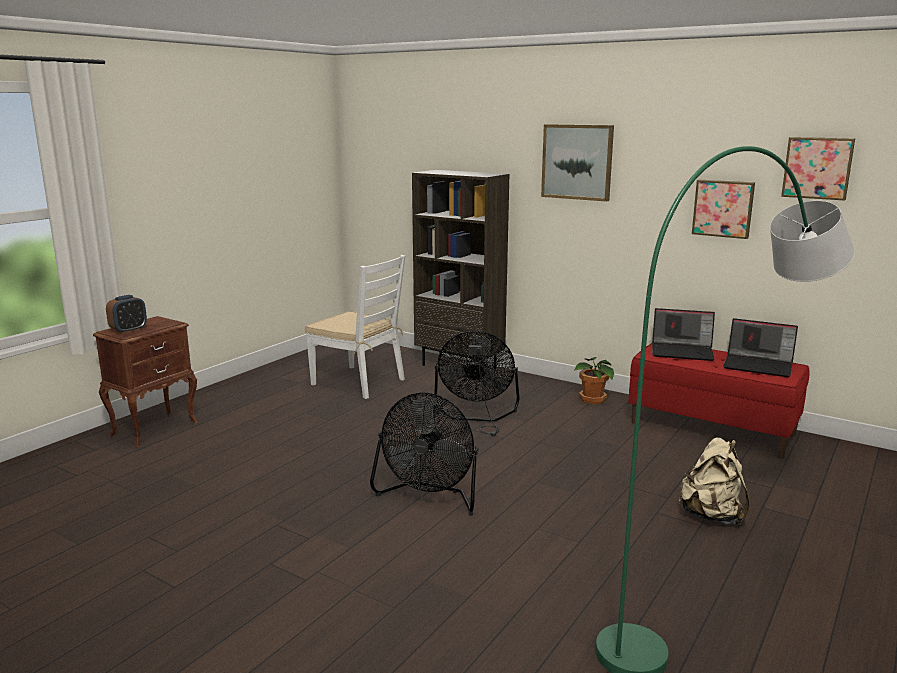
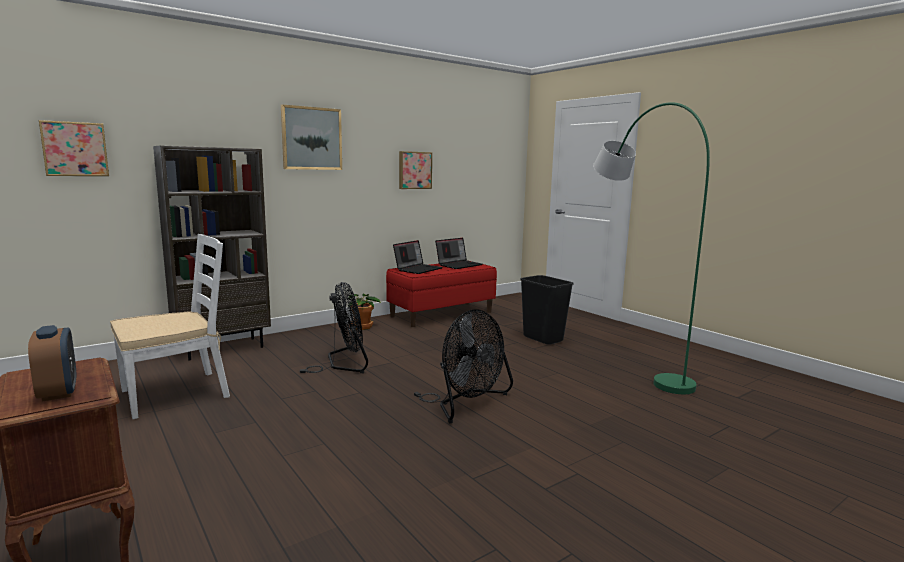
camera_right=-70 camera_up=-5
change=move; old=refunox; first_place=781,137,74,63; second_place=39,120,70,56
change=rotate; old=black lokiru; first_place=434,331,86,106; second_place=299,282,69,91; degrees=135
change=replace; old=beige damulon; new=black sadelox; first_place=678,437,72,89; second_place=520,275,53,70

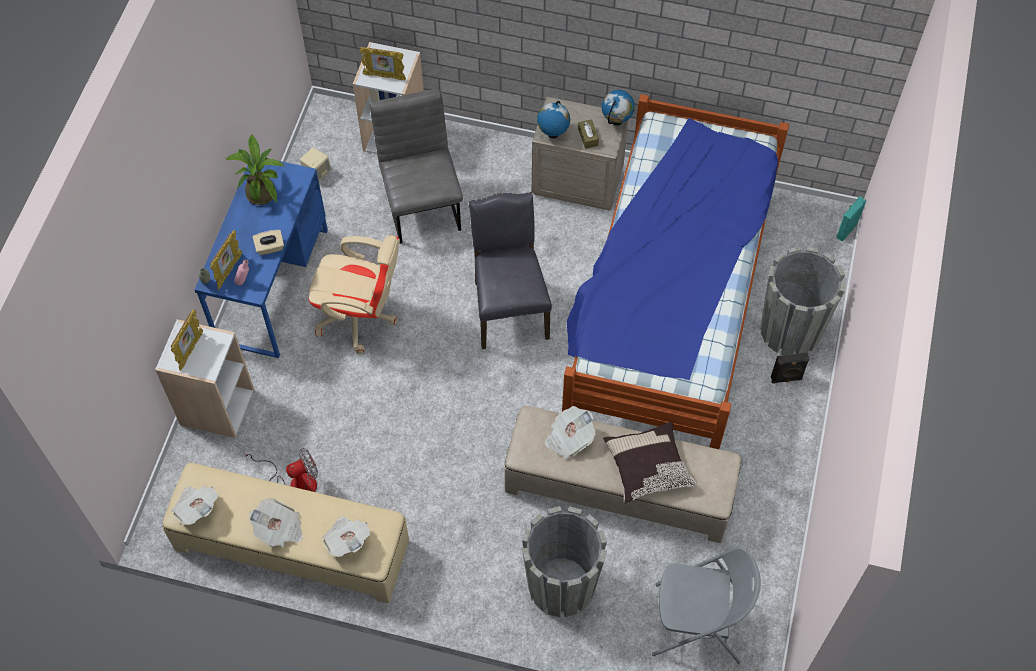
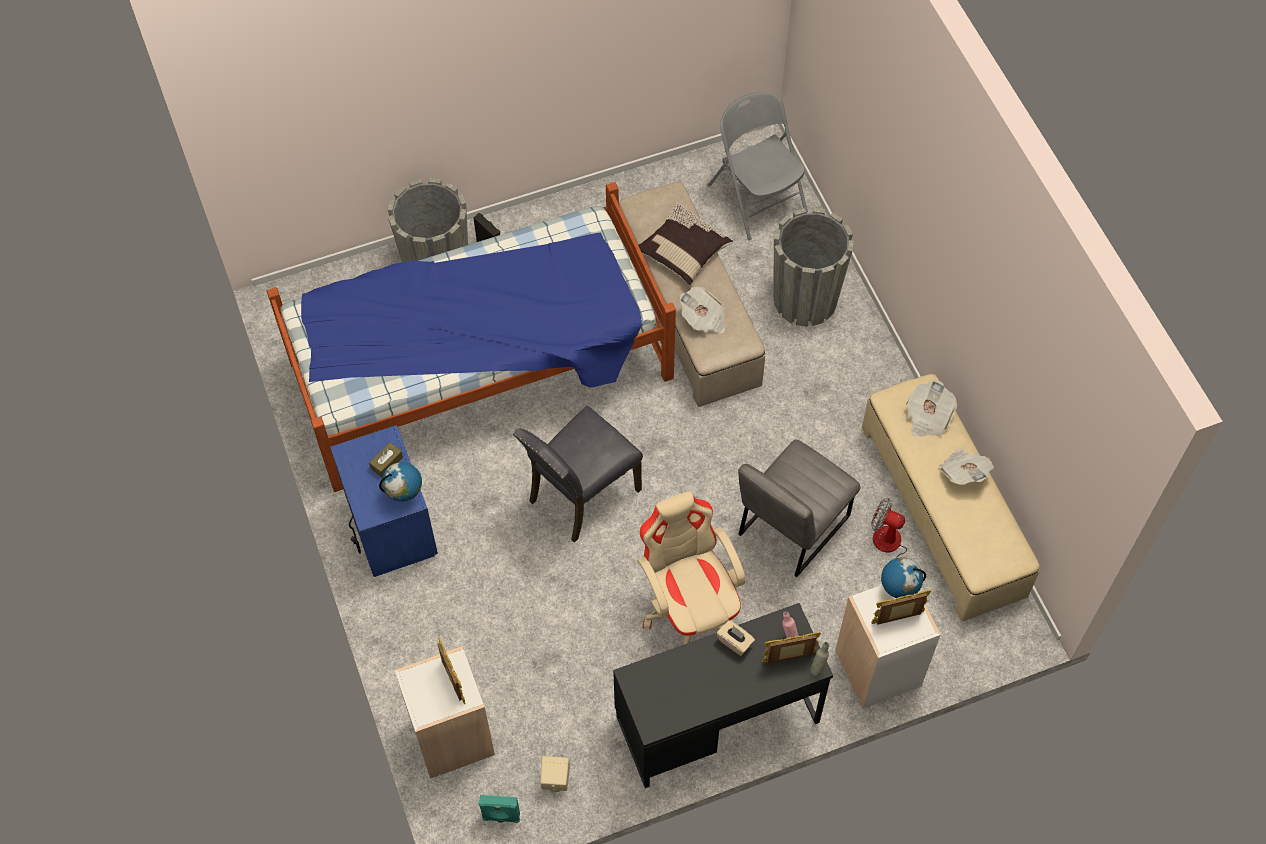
camera_right=-125 camera_up=0
change=move; old=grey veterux; first_place=370,89,93,155; second_place=738,439,123,138
change=move; old=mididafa; first_place=601,90,34,36; second_place=881,557,45,41
change=recolor; old=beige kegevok; new=blue kegevok; first_place=532,96,96,115; second_place=330,425,108,152
change=delete; old=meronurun; first_place=226,134,59,71
change=recolor; old=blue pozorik; new=black pozorik; first_place=194,157,134,201; second_place=613,603,220,185
change=move; old=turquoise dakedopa; first_place=836,196,30,46; second_place=478,795,42,28
change=delete; old=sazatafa; first_place=171,486,47,39

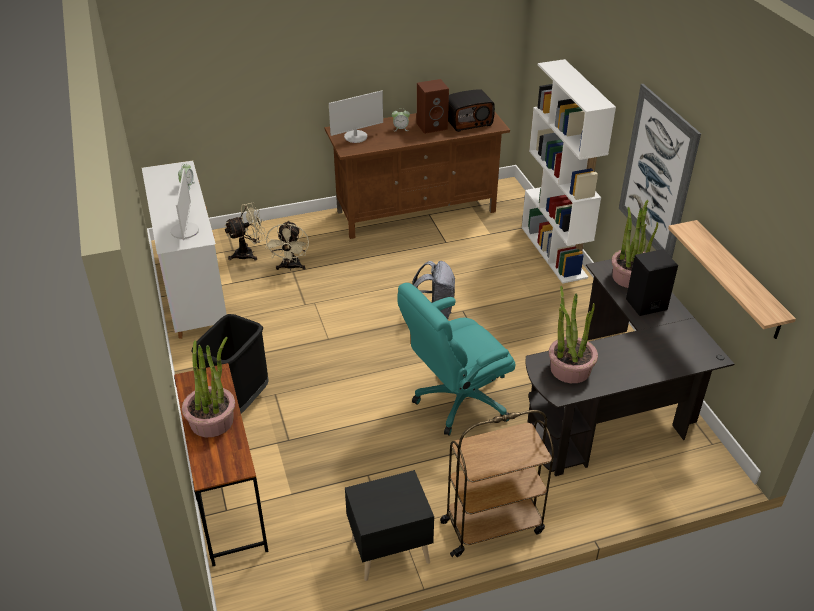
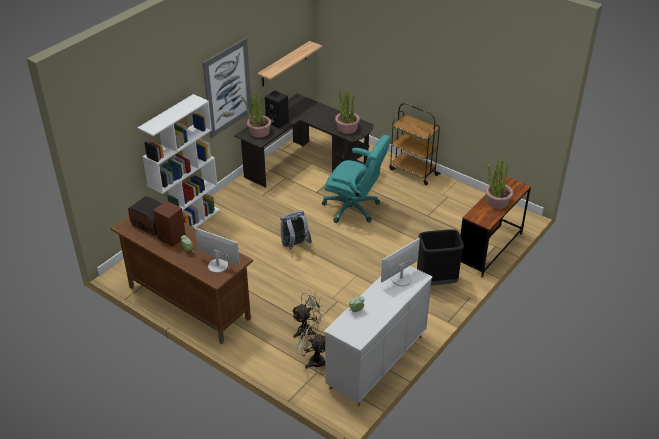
camera_right=-125 camera_up=0
change=delete; old=black kegevok; first_place=345,470,89,111

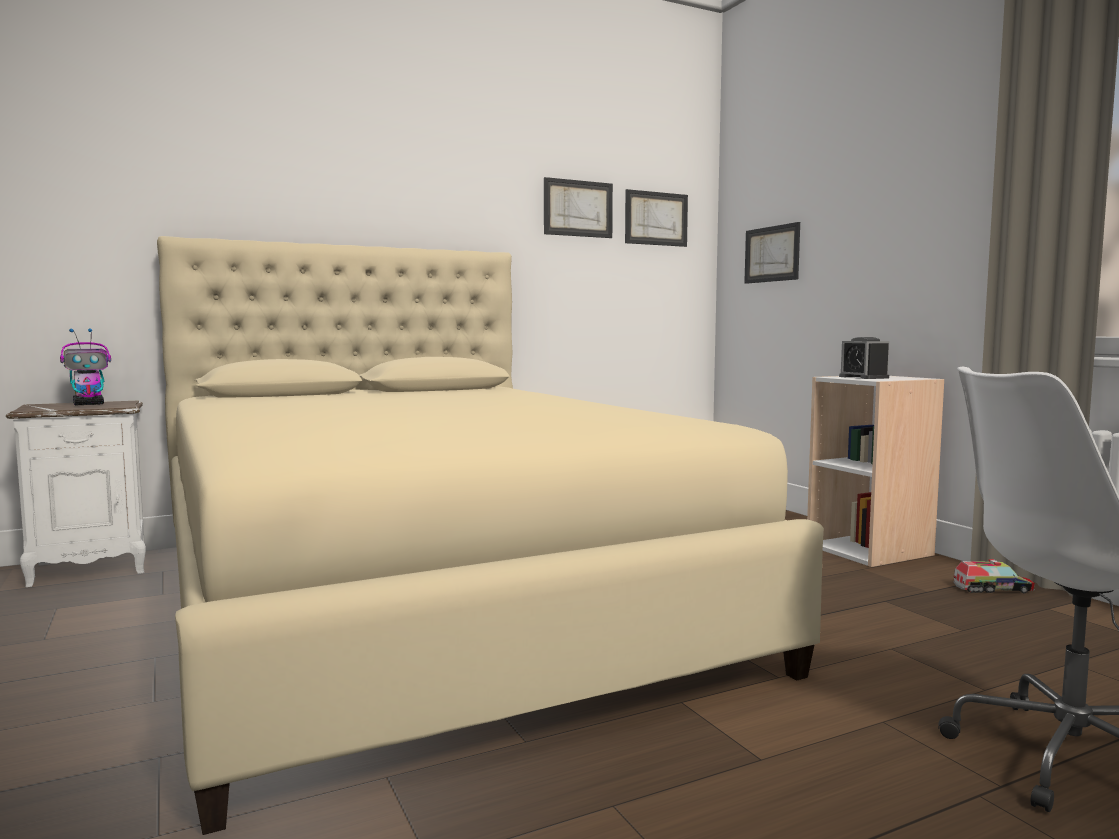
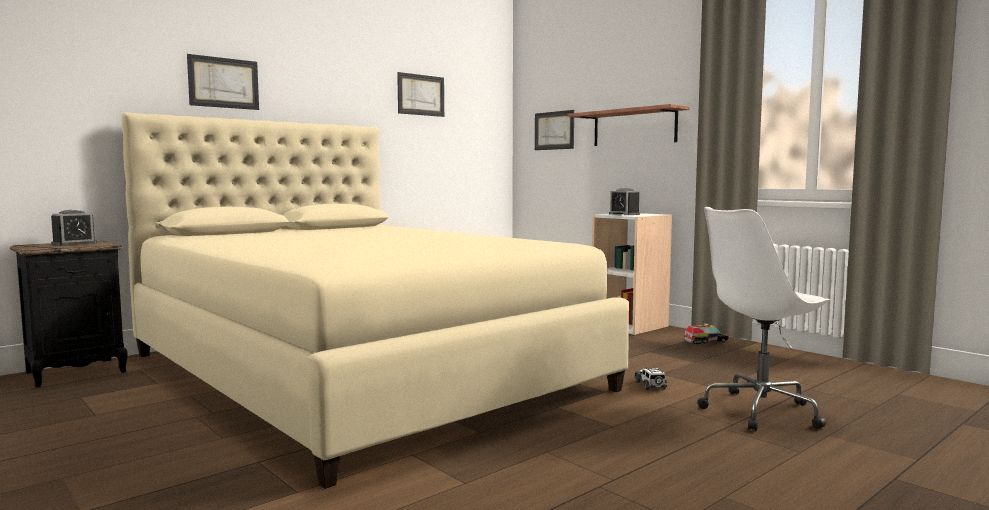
camera_right=-15 camera_up=0
change=move; old=refunox; first_place=625,189,63,58; second_place=187,54,72,56
change=replace; old=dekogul; new=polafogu; first_place=60,328,51,77; second_place=51,210,46,36
change=recolor; old=white kegevok; new=black kegevok; first_place=6,400,140,187; second_place=10,240,118,148
change=insert; new=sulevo; second_place=567,104,123,42
change=insert; new=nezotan; second_place=635,367,32,23

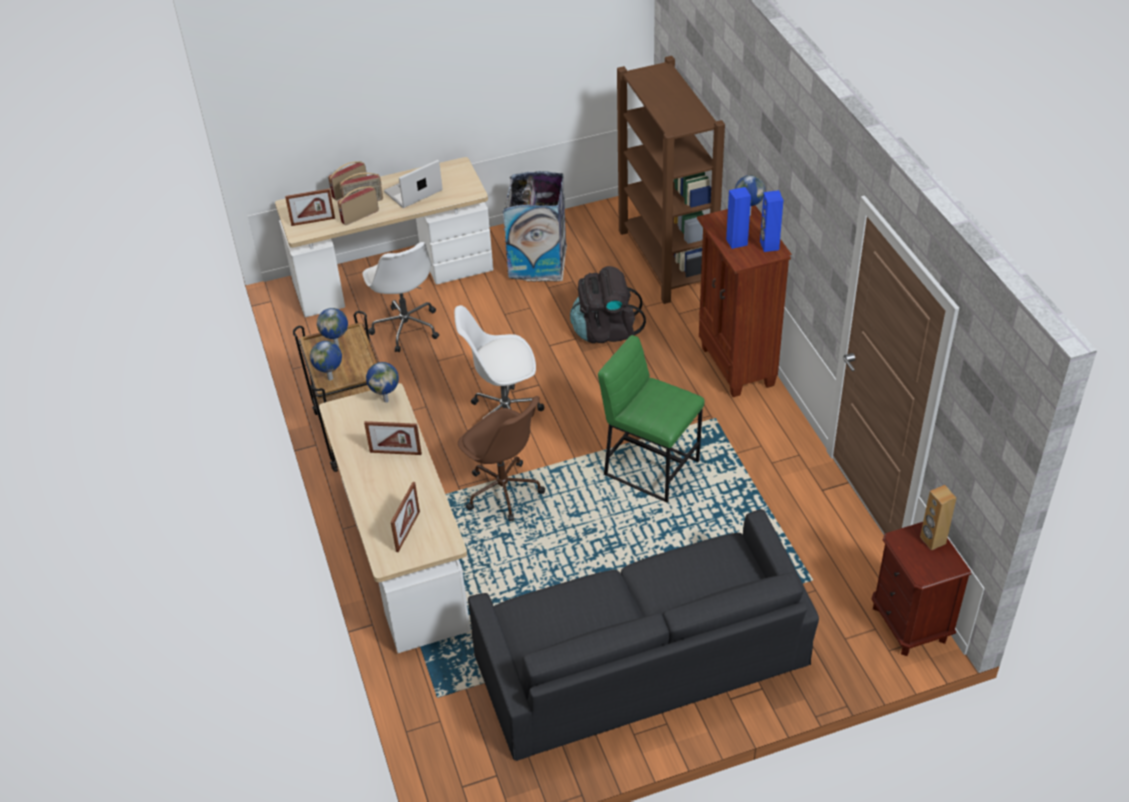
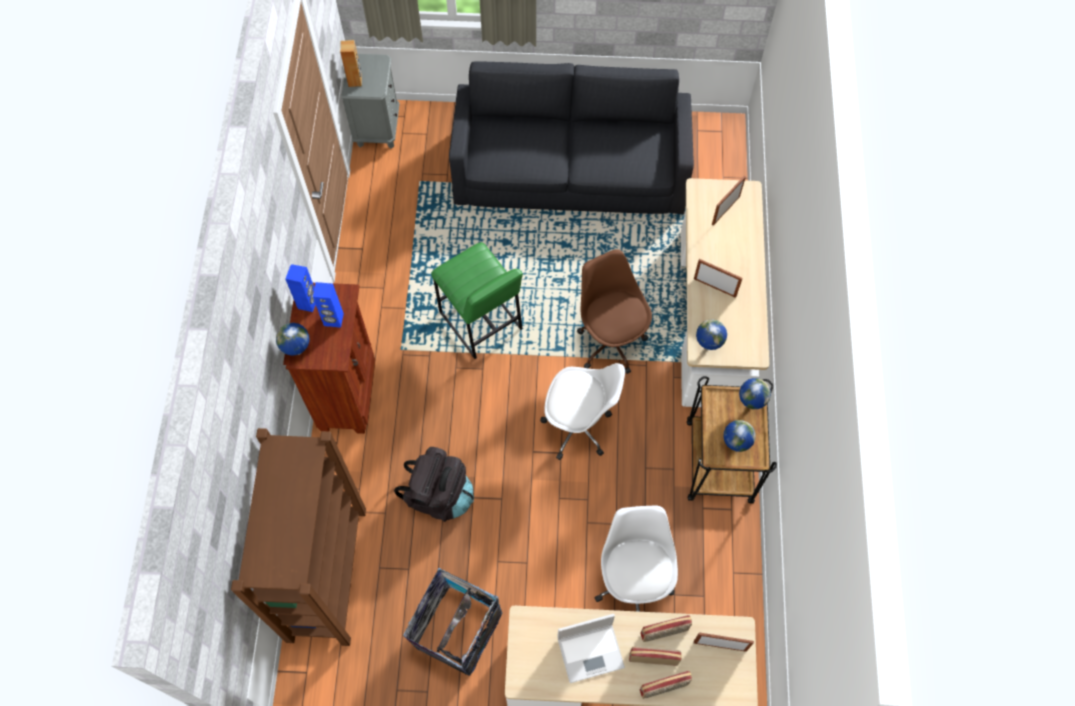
camera_right=-160 camera_up=20
change=recolor; old=brown kegevok; new=grey kegevok; first_place=871,522,100,134; second_place=342,54,57,95

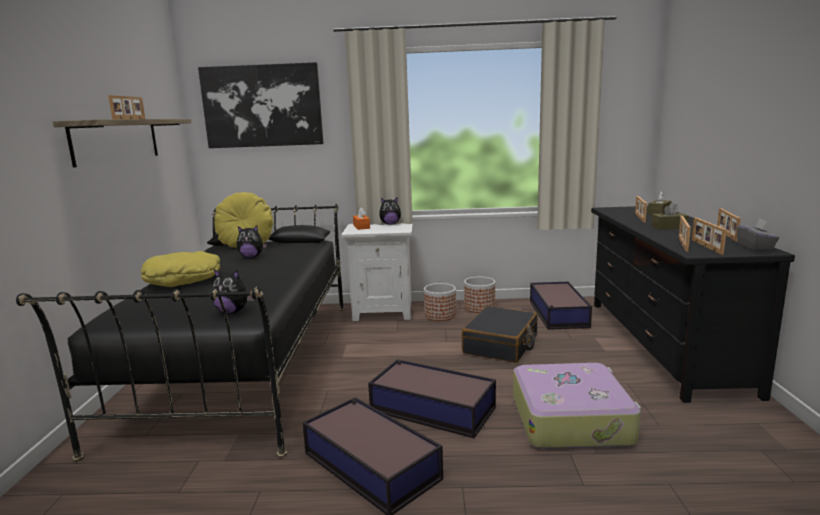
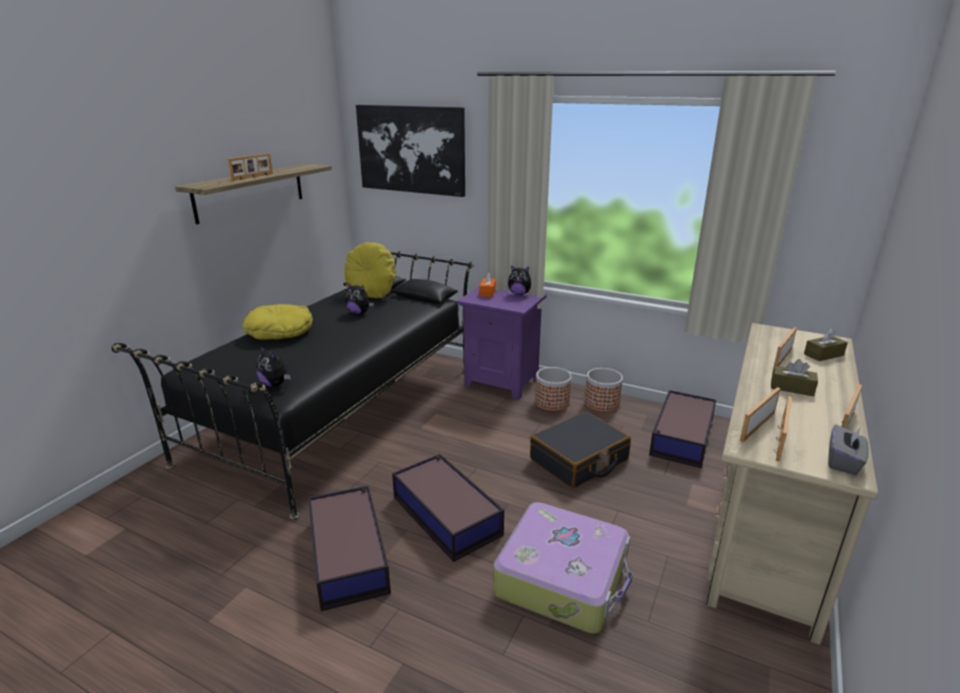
camera_right=25 camera_up=10
change=recolor; old=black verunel; new=beige verunel; first_place=591,206,204,197; second_place=706,323,172,322
change=recolor; old=white kegevok; new=purple kegevok; first_place=341,223,72,98; second_place=456,287,91,113

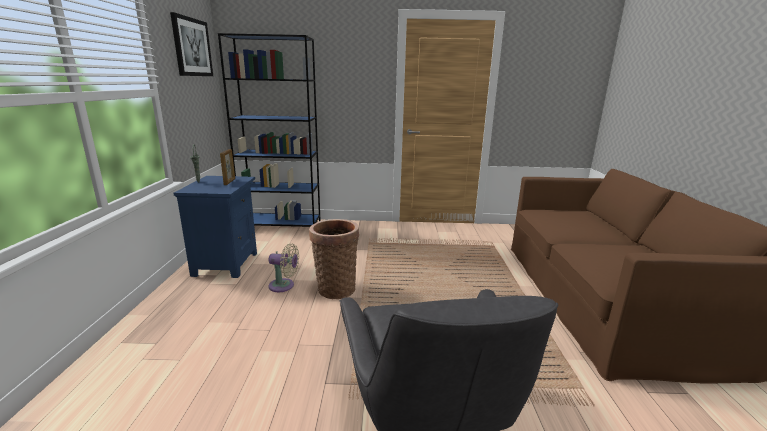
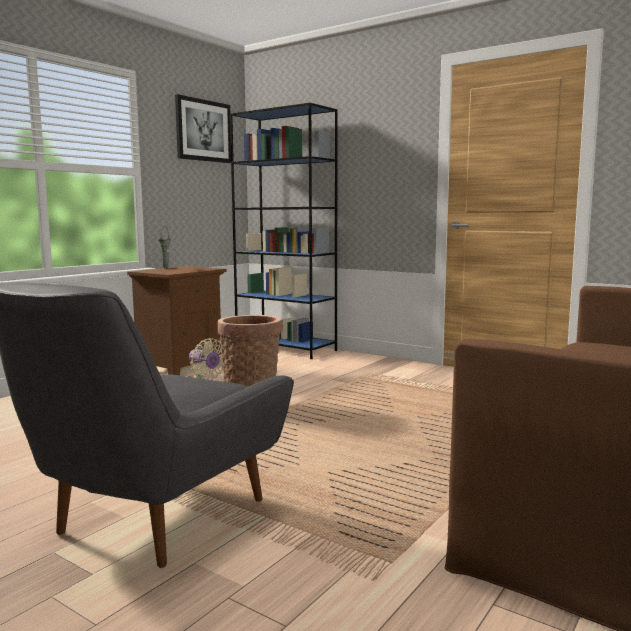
camera_right=35 camera_up=-10
change=delete; old=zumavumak; first_place=220,149,15,36
change=recolor; old=blue kegevok; new=brown kegevok; first_place=174,176,83,102; second_place=127,266,99,109

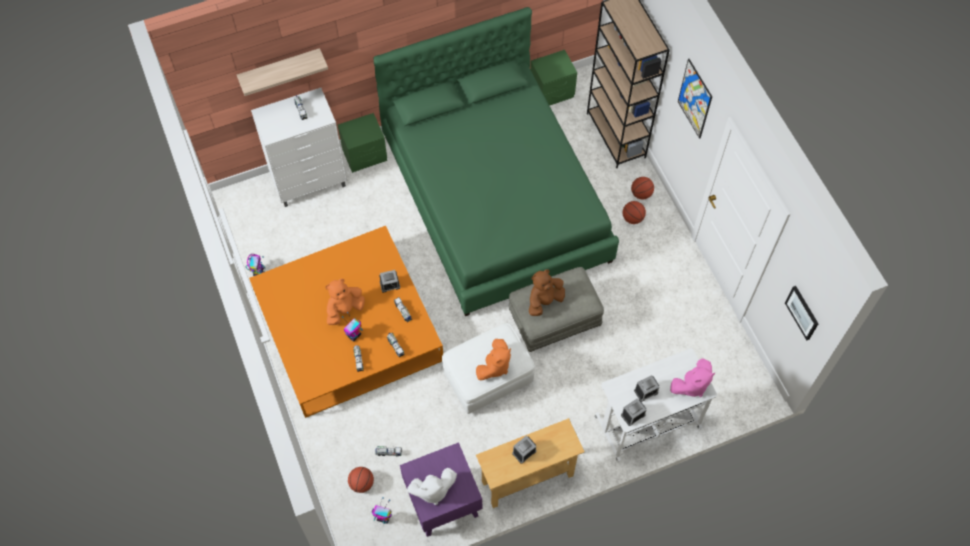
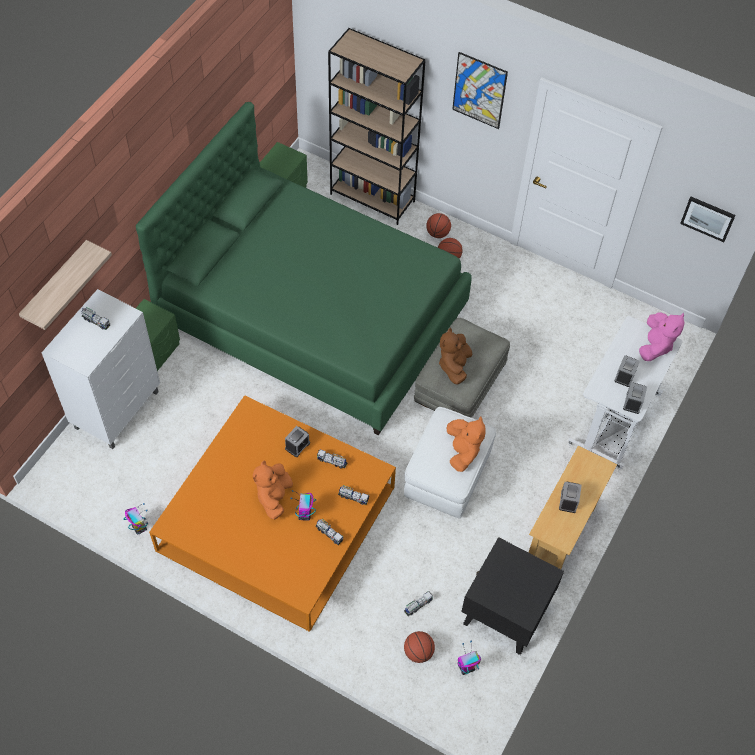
camera_right=-40 camera_up=-5
change=recolor; old=purple kegevok; new=black kegevok; first_place=400,442,82,95; second_place=461,537,103,118
change=delete; old=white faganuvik; first_place=407,468,50,37

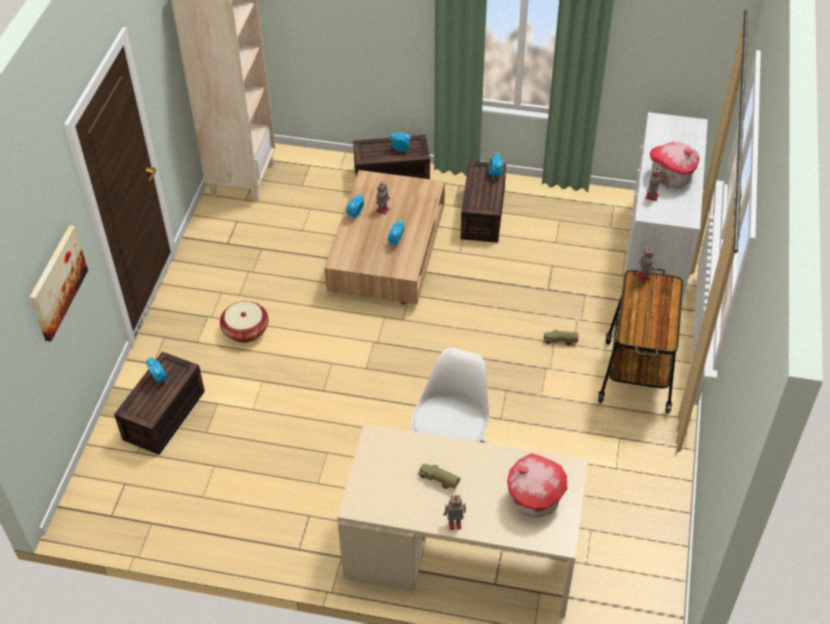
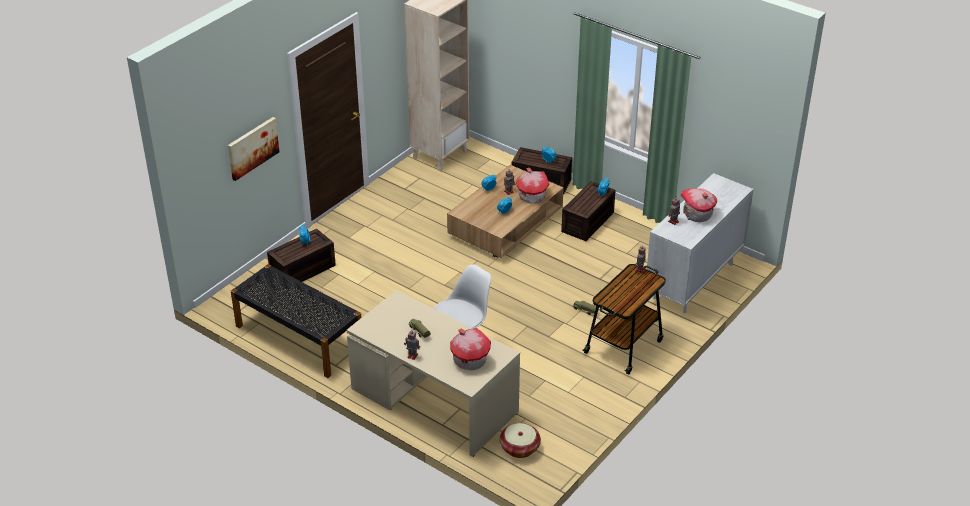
camera_right=25 camera_up=-10
change=move; old=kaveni; first_place=220,301,49,42; second_place=500,423,41,35
change=insert; new=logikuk; second_place=516,168,34,36
change=insert; new=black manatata; second_place=231,264,131,114

